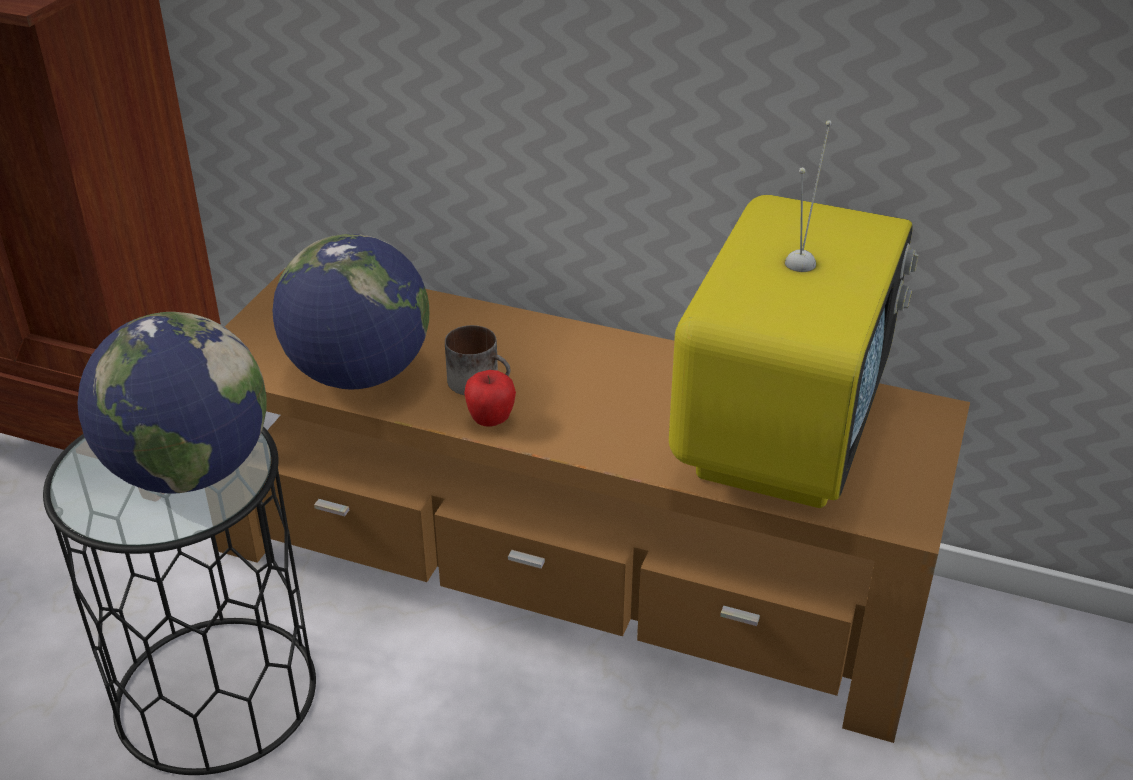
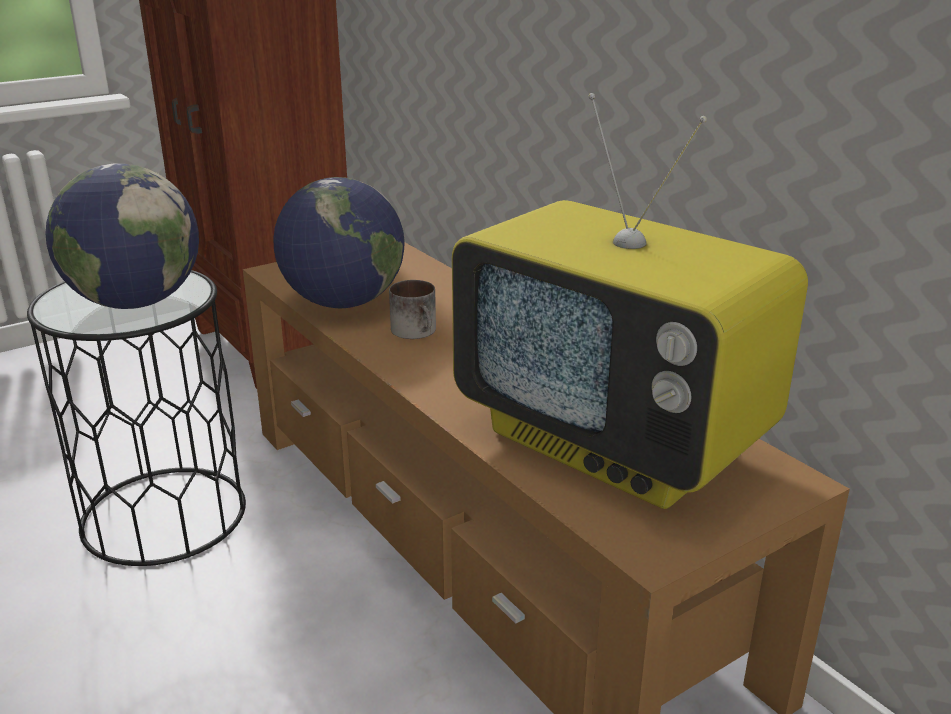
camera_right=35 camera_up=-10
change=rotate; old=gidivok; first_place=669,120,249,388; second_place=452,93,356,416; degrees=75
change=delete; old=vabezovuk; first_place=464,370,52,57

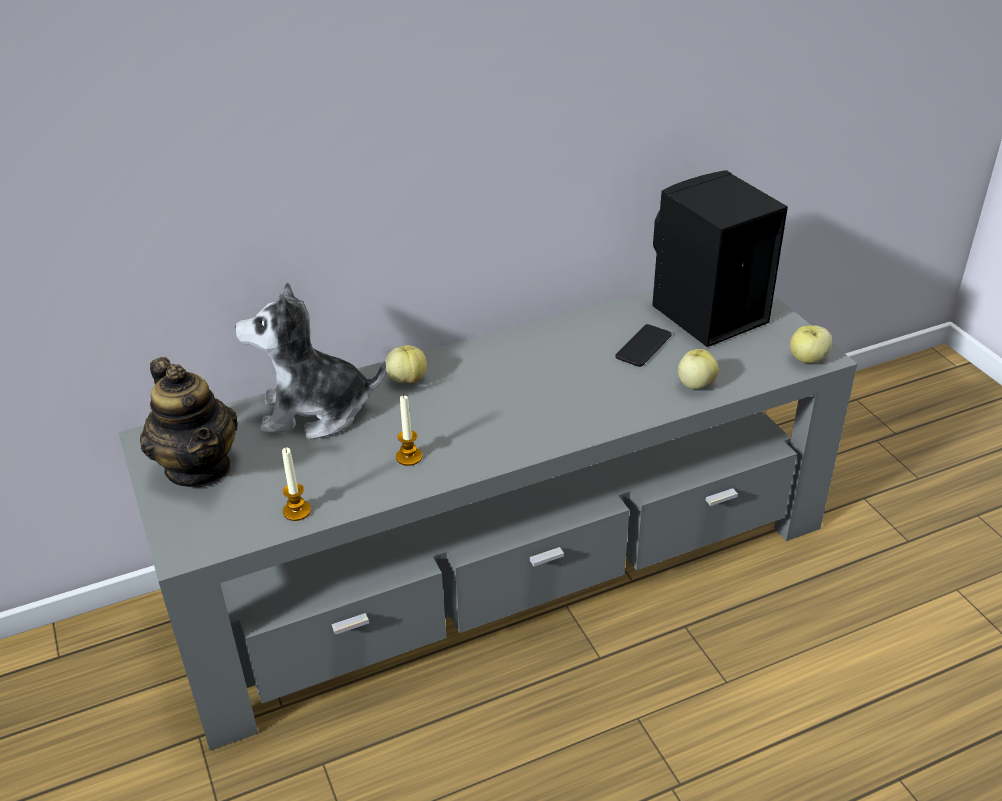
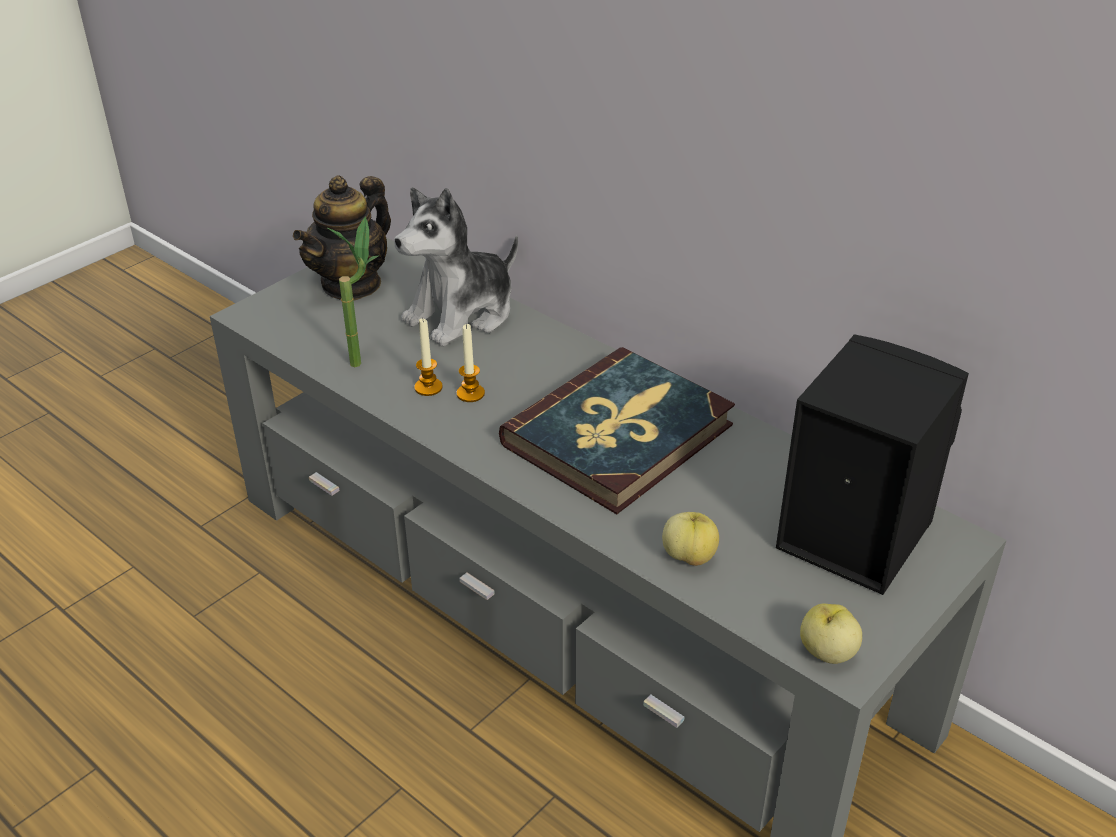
camera_right=65 camera_up=0
change=rotate; old=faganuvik; first_place=235,282,151,158; second_place=394,187,124,159; degrees=-105
change=delete; old=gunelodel; first_place=616,324,55,43
change=delete; old=vabezovuk; first_place=386,345,41,38
change=move; old=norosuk; first_place=282,447,29,74; second_place=457,324,28,78
change=insert; new=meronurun; second_place=328,216,50,151
change=insert; new=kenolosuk; second_place=499,347,236,167

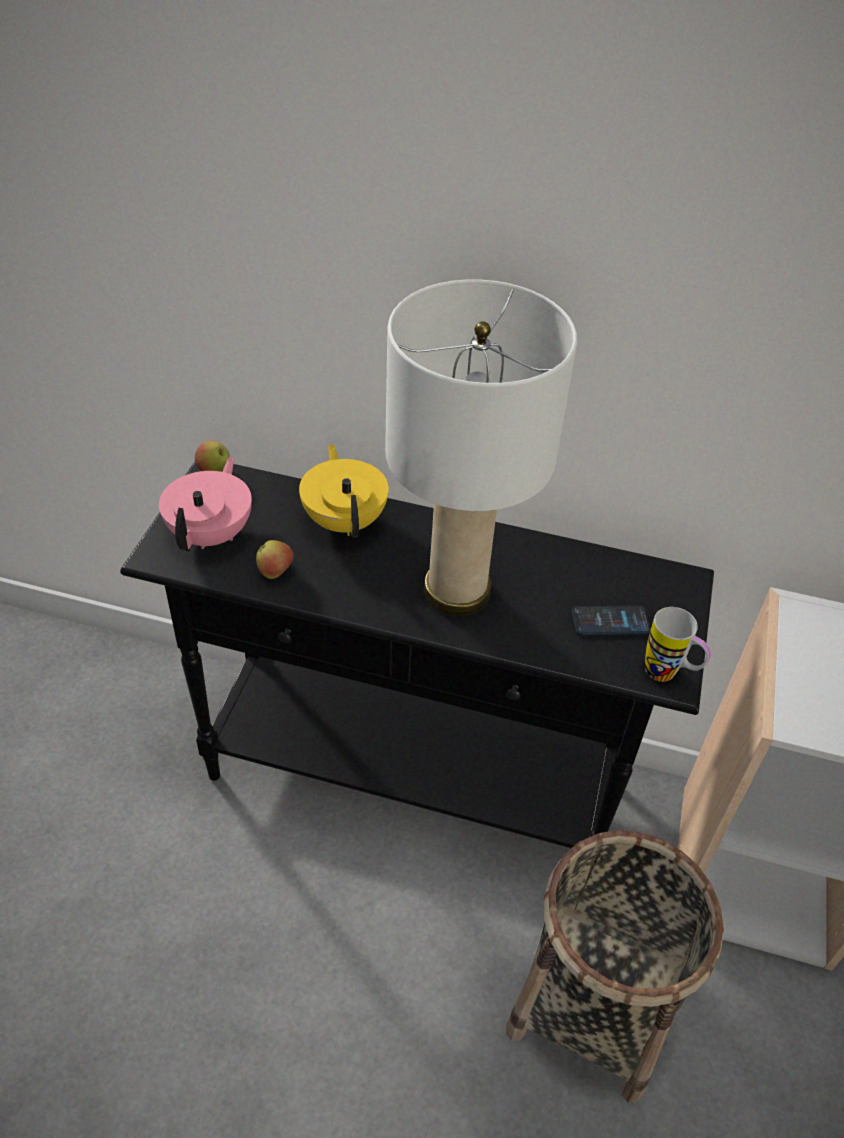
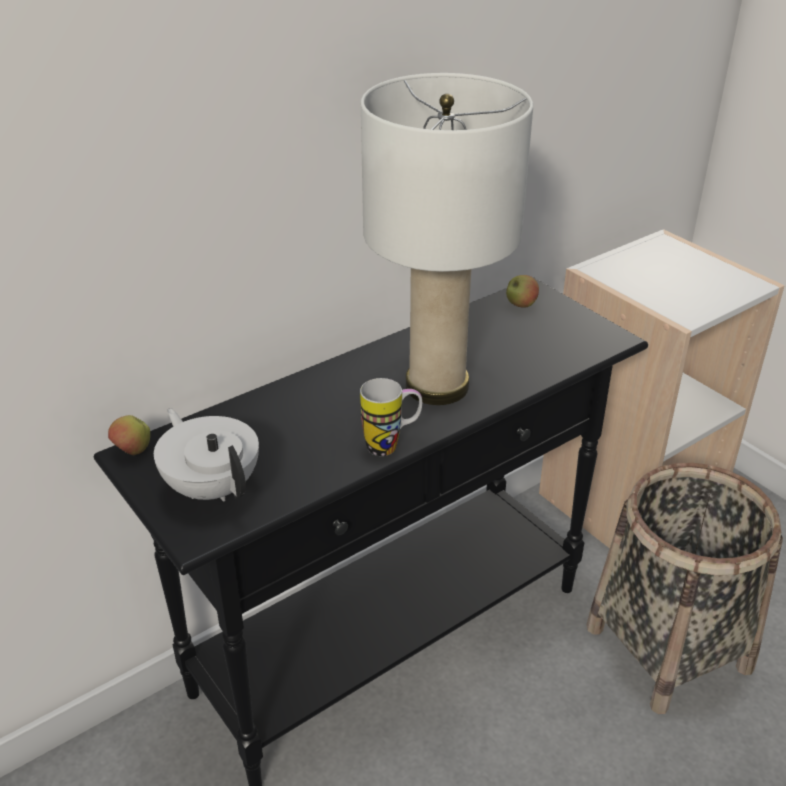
camera_right=-50 camera_up=-10
change=delete; old=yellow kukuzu; first_place=299,444,90,94
change=recolor; old=pink kukuzu; new=white kukuzu; first_place=159,456,93,96; second_place=154,408,105,94
change=move; old=vabezovuk; first_place=256,540,38,39; second_place=506,275,33,33
change=delete; old=gunelodel; first_place=572,605,79,30
change=move; old=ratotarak; first_place=645,607,66,75; second_place=360,378,62,78

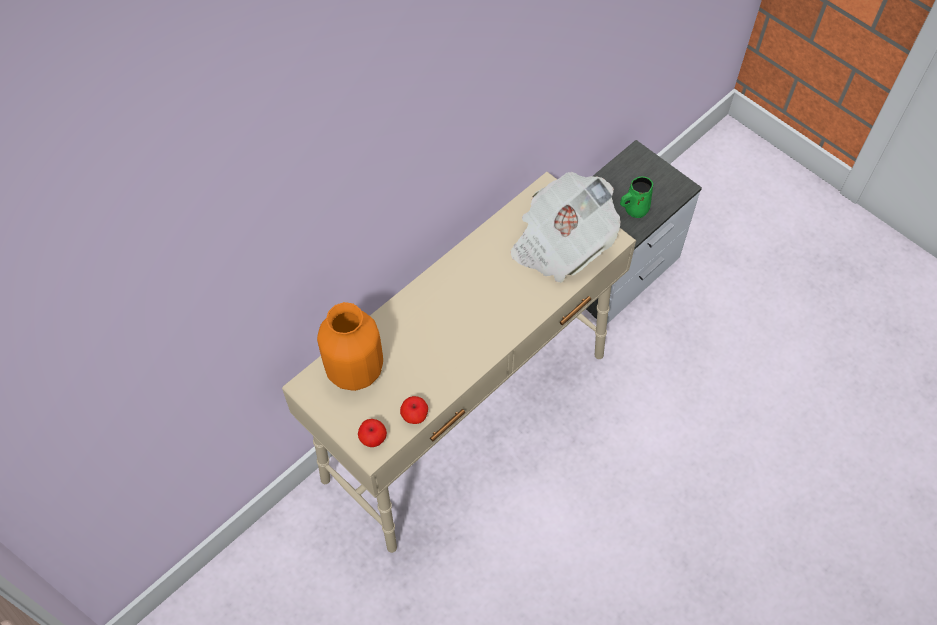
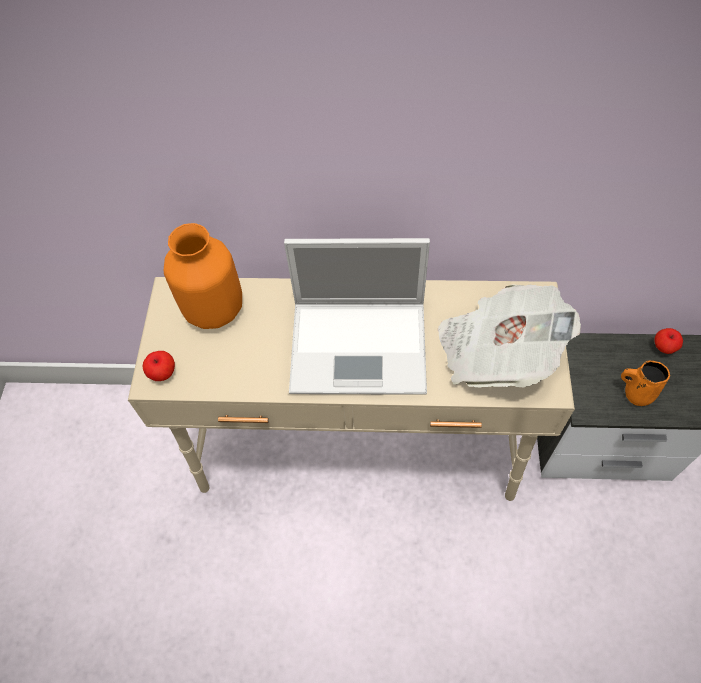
camera_right=50 camera_up=0
change=recolor; old=green ratotarak; new=orange ratotarak; first_place=620,176,33,42; second_place=621,361,49,45
change=move; old=vabezovuk; first_place=400,396,28,28; second_place=654,328,29,26
change=insert; new=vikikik; second_place=284,238,146,157

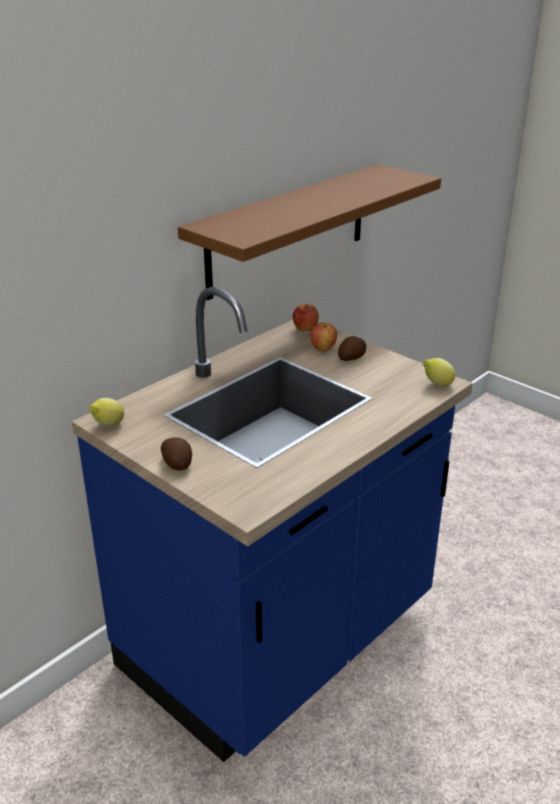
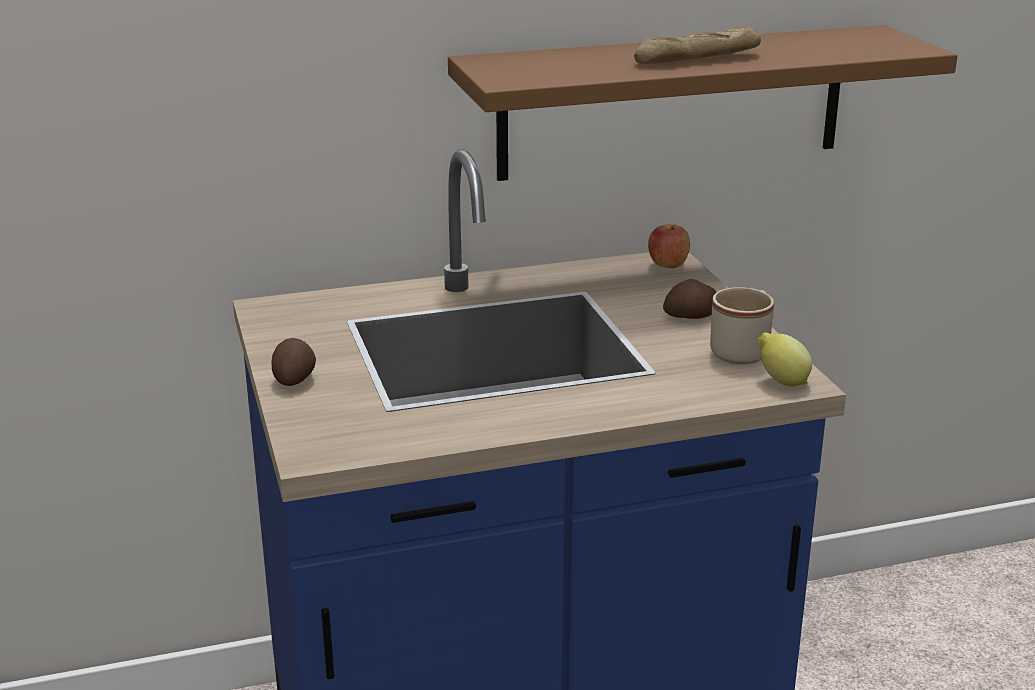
camera_right=30 camera_up=-5
change=delete; old=vabezovuk; first_place=310,323,27,28
change=delete; old=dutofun; first_place=89,398,35,28
change=insert; new=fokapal; second_place=634,26,127,38
change=insert; new=beige ratotarak; second_place=710,287,64,77

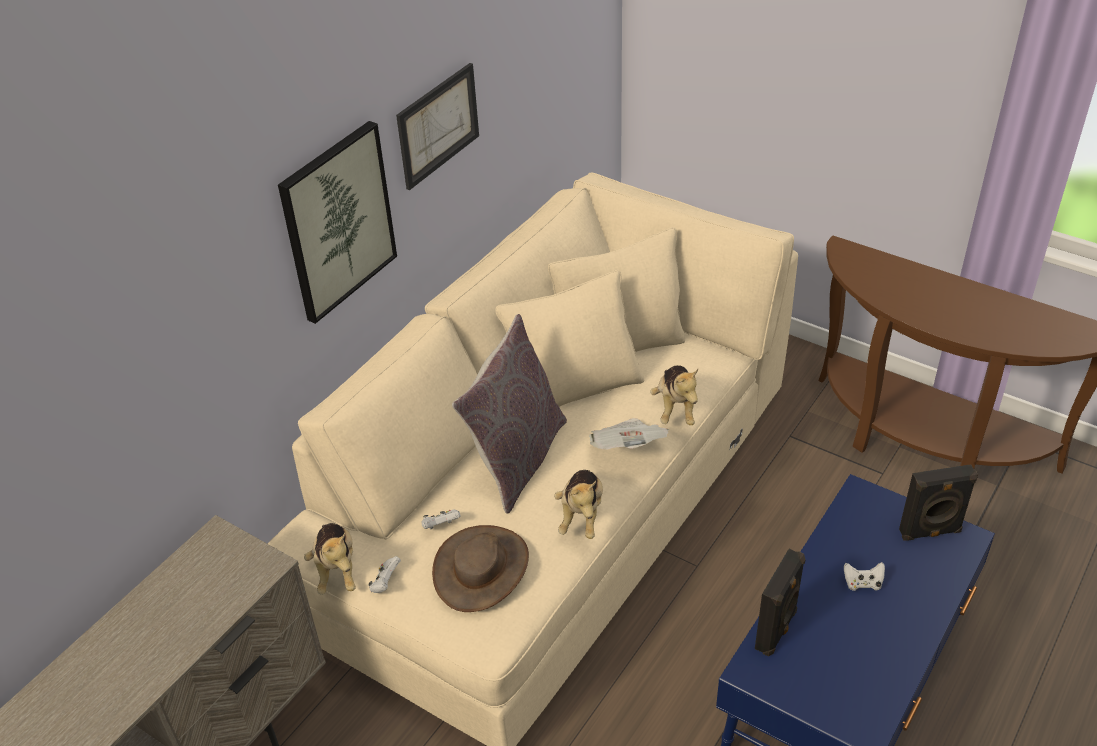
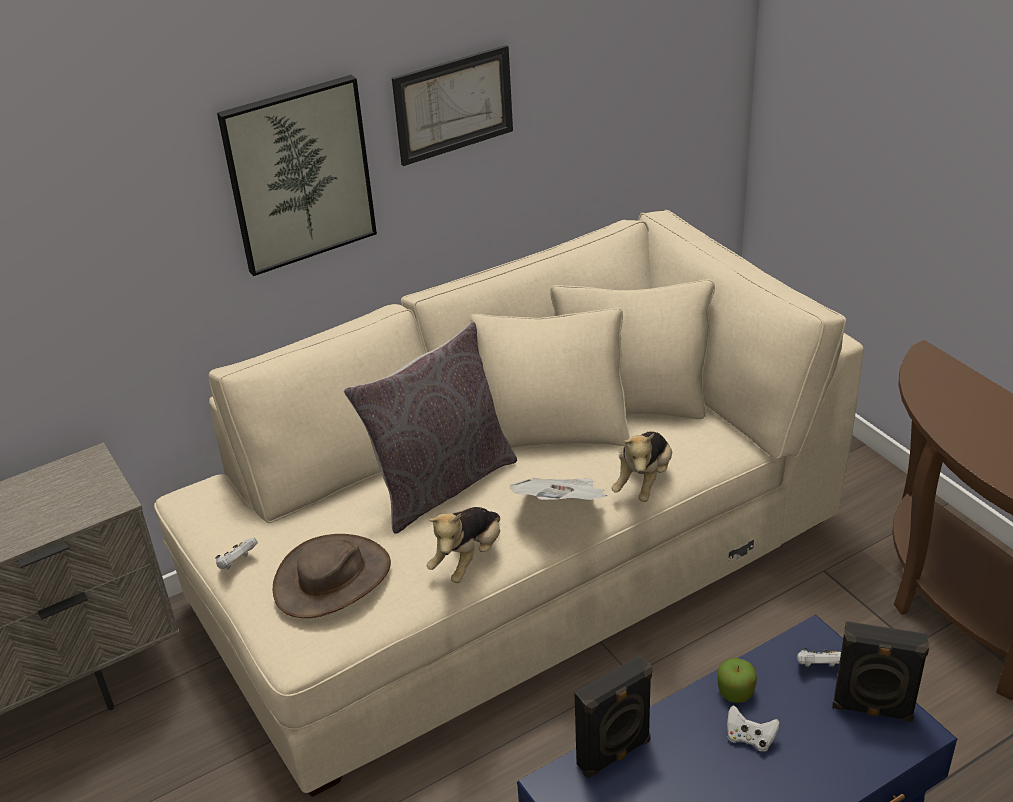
camera_right=25 camera_up=-5
change=move; old=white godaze; first_place=421,510,39,19; second_place=797,648,44,19
change=delete; old=faganuvik; first_place=304,523,52,72
change=insert; new=vabezovuk; second_place=718,658,39,45

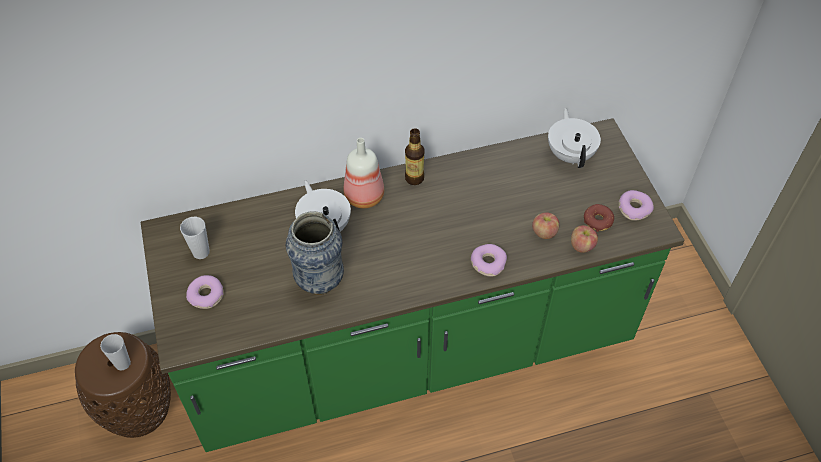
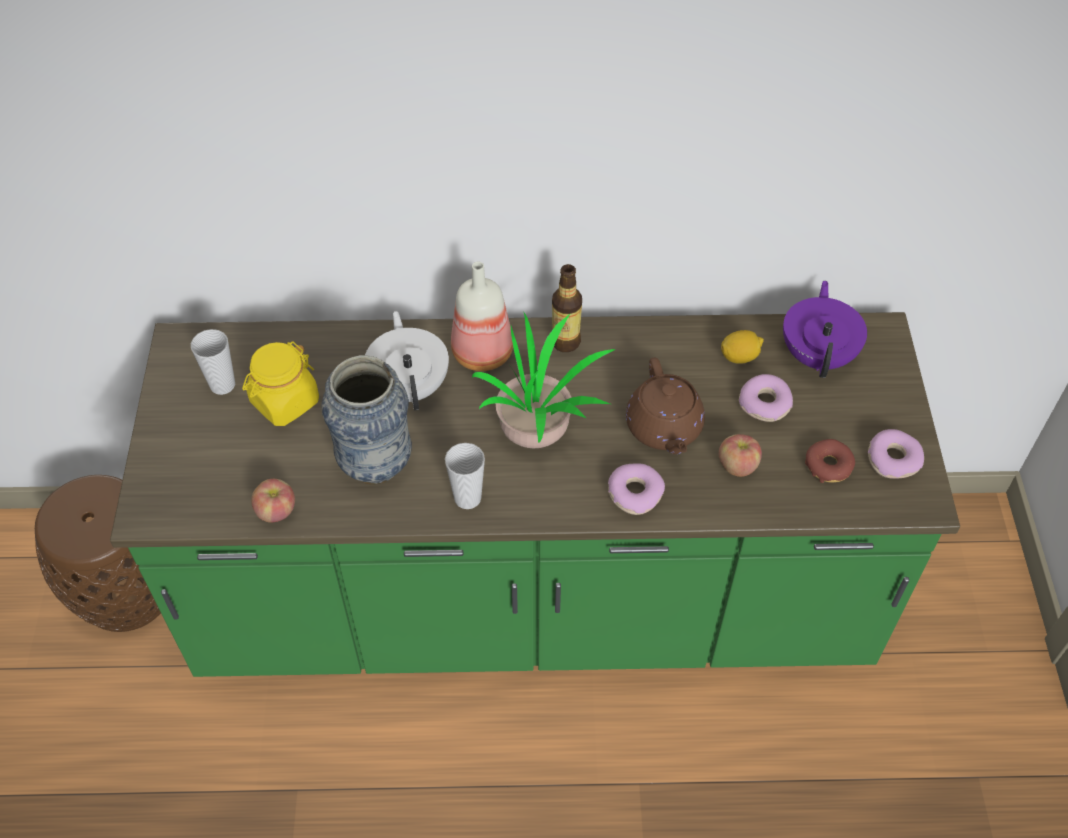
camera_right=15 camera_up=0
change=recolor; old=white kukuzu; new=purple kukuzu; first_place=548,108,53,60; second_place=783,280,84,98
change=move; old=vabezovuk; first_place=571,225,27,28; second_place=251,479,44,44
change=move; old=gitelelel; first_place=186,275,38,34; second_place=739,374,54,48
change=move; old=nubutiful; first_place=100,334,31,36; second_place=445,443,40,66
change=insert; new=meronurun; second_place=472,311,144,137
change=insert; new=dutofun; second_place=721,330,43,34
change=insert; new=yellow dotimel; second_place=242,341,77,85
change=insert; new=brown kukuzu; second_place=626,358,79,96

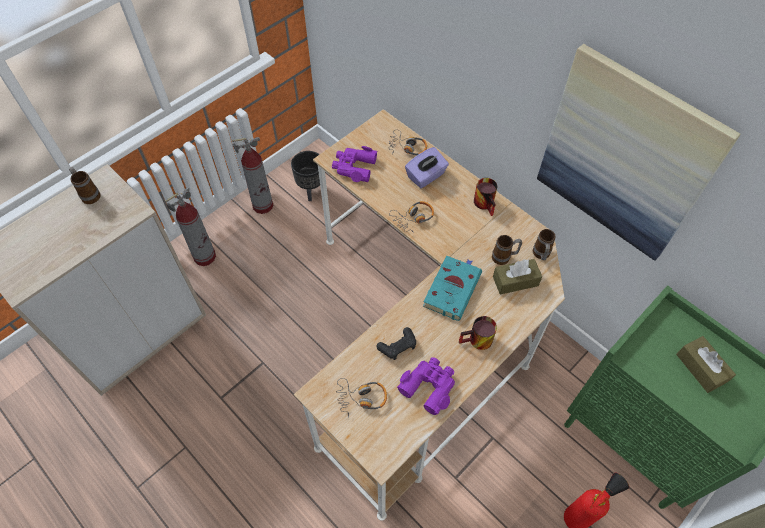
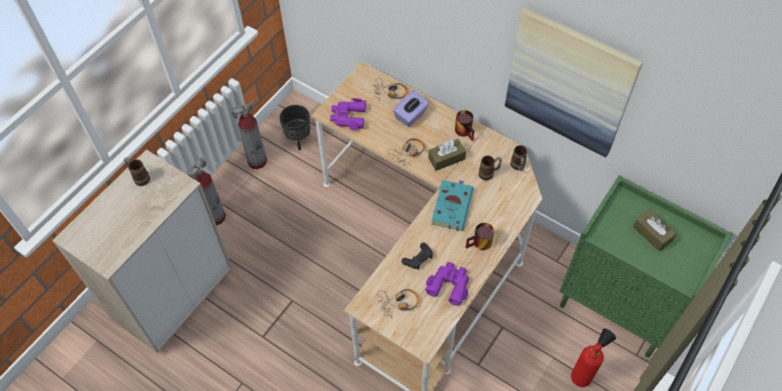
camera_right=-10 camera_up=0
change=move; old=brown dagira; first_place=493,259,49,36; second_place=428,139,38,32

